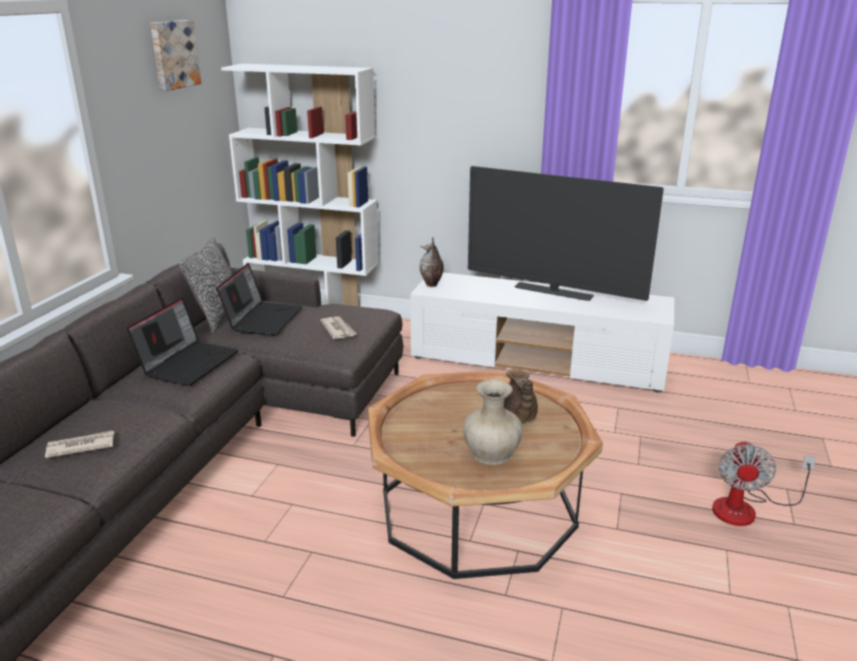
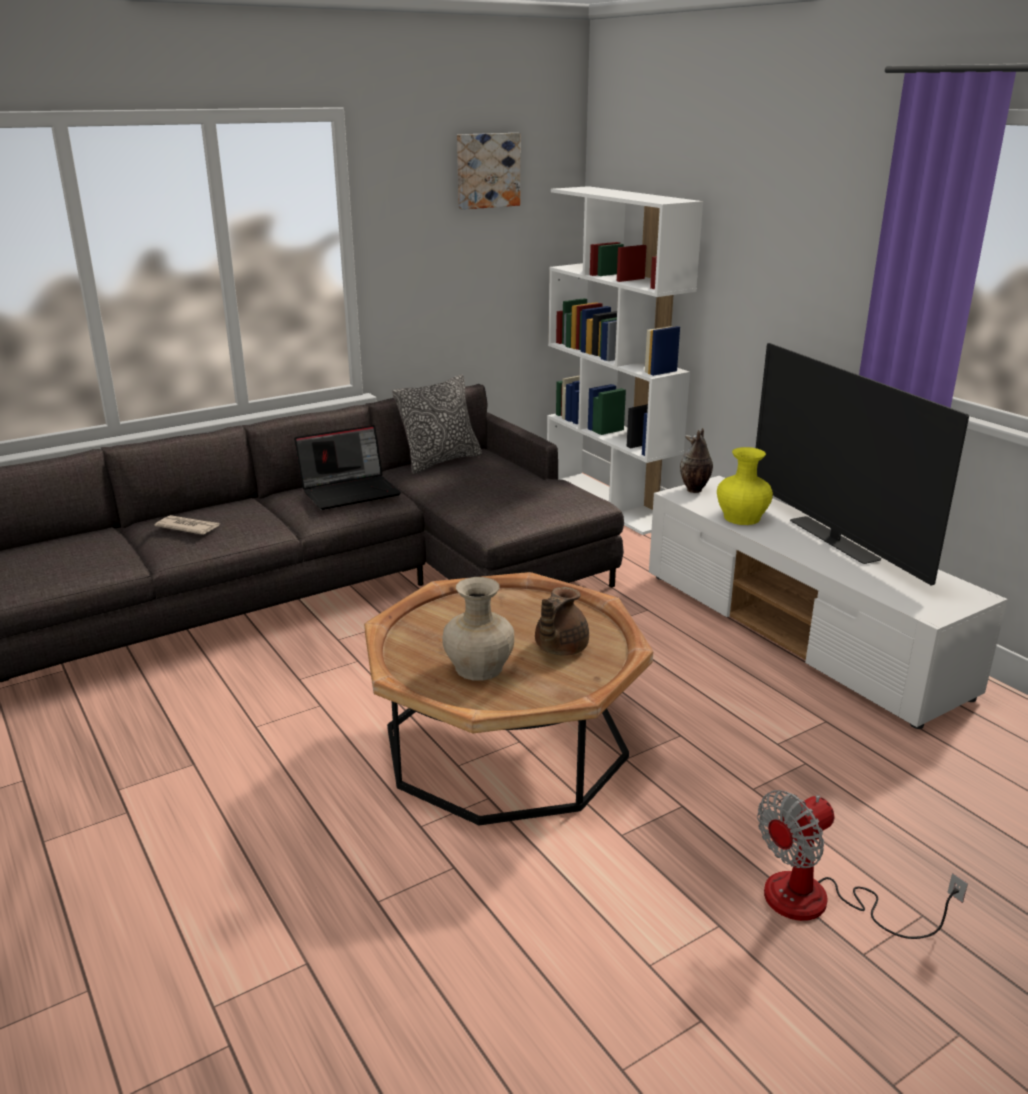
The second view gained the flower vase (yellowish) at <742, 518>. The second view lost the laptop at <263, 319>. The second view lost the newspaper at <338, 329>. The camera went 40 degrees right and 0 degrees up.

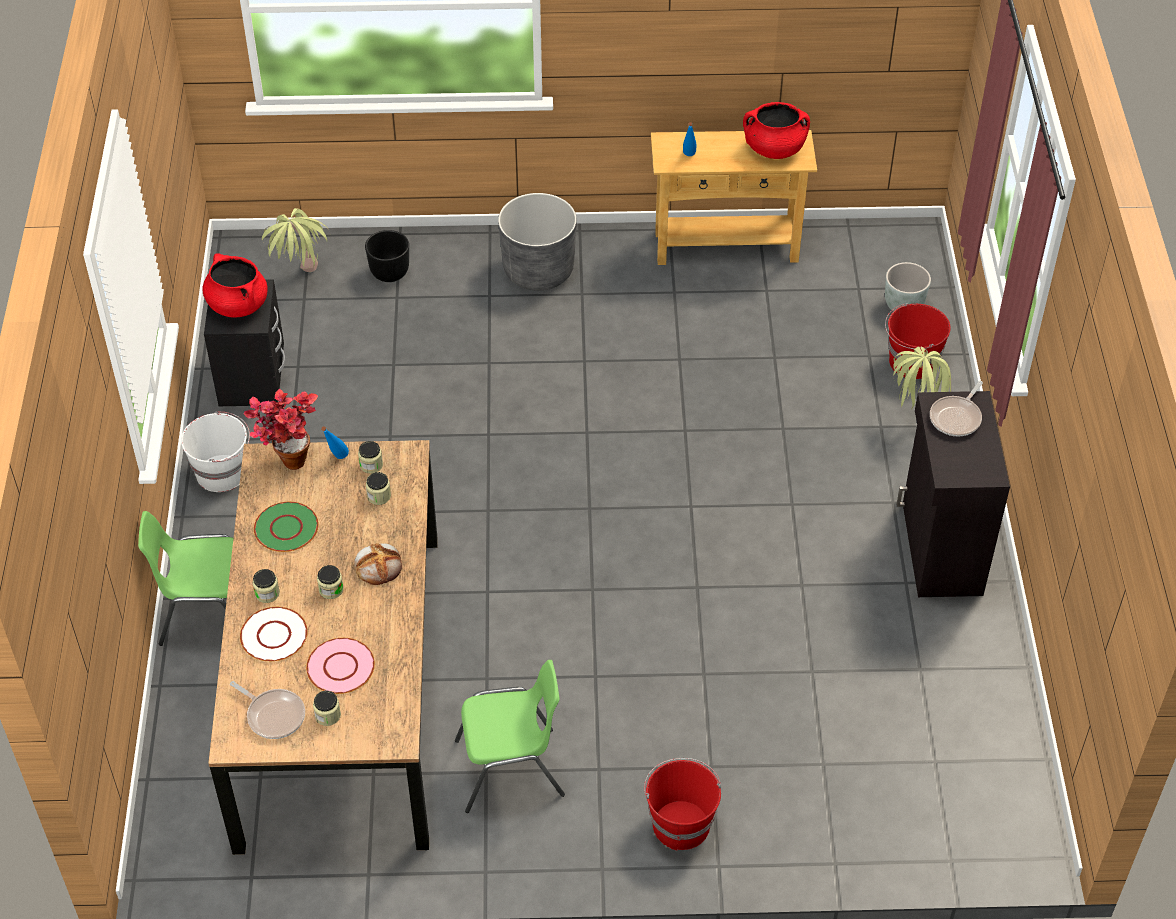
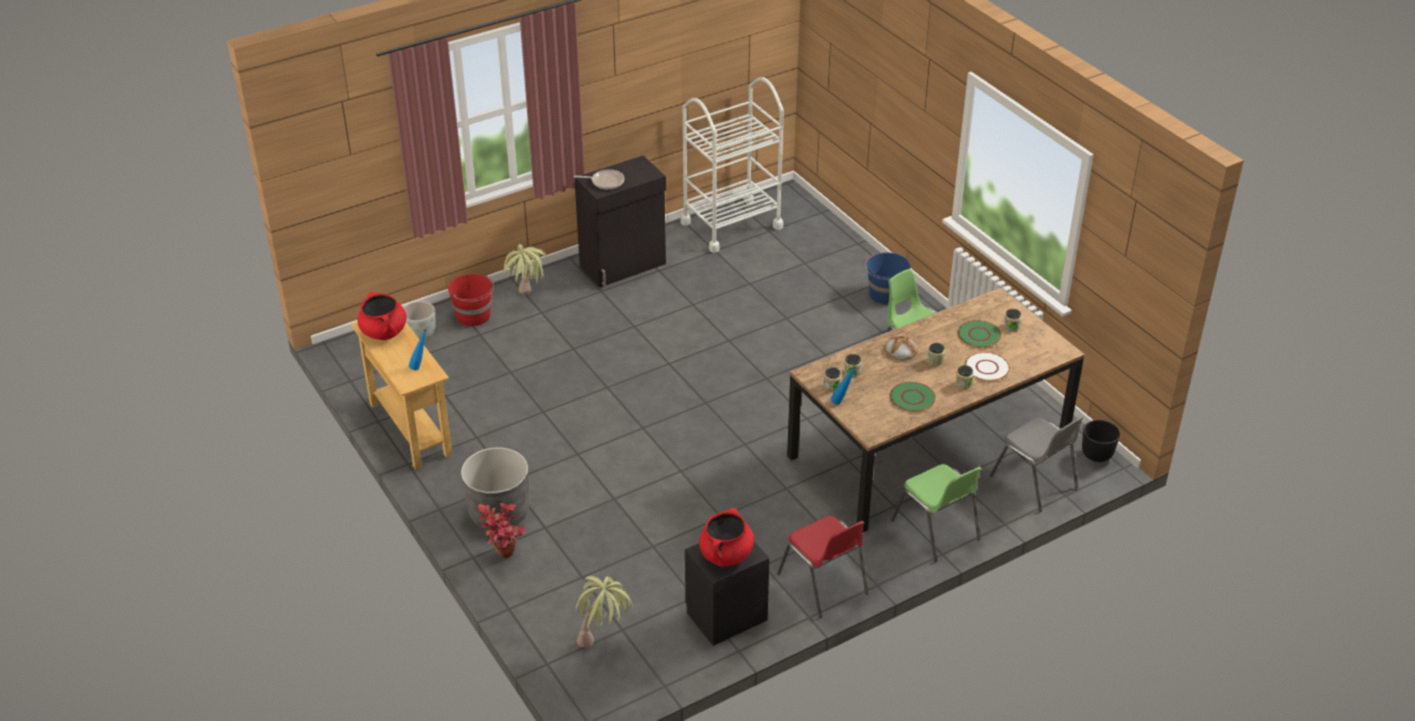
The potted plant ended up elsewhere, having gone from <287, 458> to <504, 557>. The second view gained the wheeled cart (white) at <731, 225>. Where the water bucket (white) stood at <222, 473>, the chair (reddish) came to stand at <823, 585>. What was the water bucket (reddish) at <680, 823> turned into the water bucket (bluish) at <885, 295>. What was the dinner plate (pinkish) at <340, 667> turned into the dinner plate (greenish) at <979, 335>. The second view gained the chair (gray) at <1034, 482>. The planter (black) ended up elsewhere, having gone from <389, 273> to <1097, 455>. The second view lost the skillet at <273, 715>. The camera went 120 degrees left and 10 degrees down.

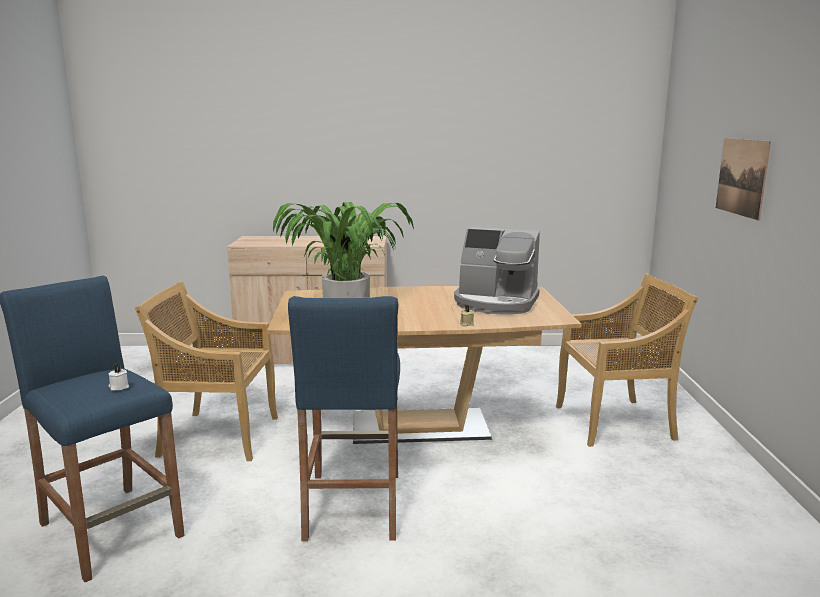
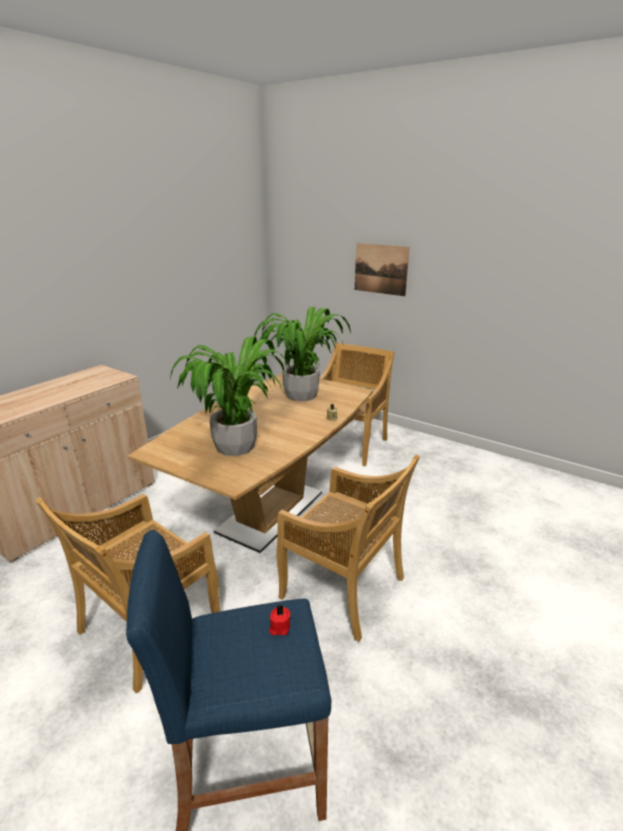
Where the coffee maker stood at <496, 303>, the potted plant came to stand at <301, 395>. What was the wax light (white) at <119, 387> turned into the wax light (reddish) at <279, 628>. Where the stool seat (bluish) stood at <352, 505>, the chair (sand-coloured) came to stand at <344, 589>. The camera went 55 degrees left and 10 degrees up.

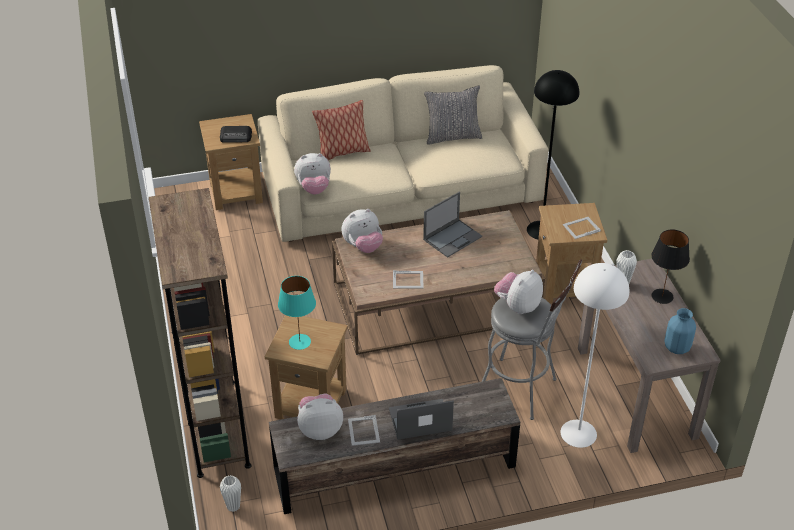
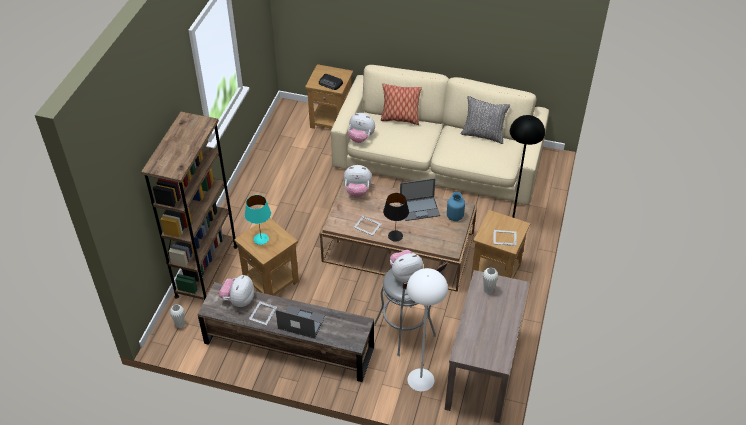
The plush toy at <320, 429> ended up facing another way, 90 degrees counterclockwise from before. The lamp for a table (black) ended up elsewhere, having gone from <662, 296> to <395, 236>. The flower vase (bluish) ended up elsewhere, having gone from <677, 347> to <455, 216>. The camera went 30 degrees right and 5 degrees up.

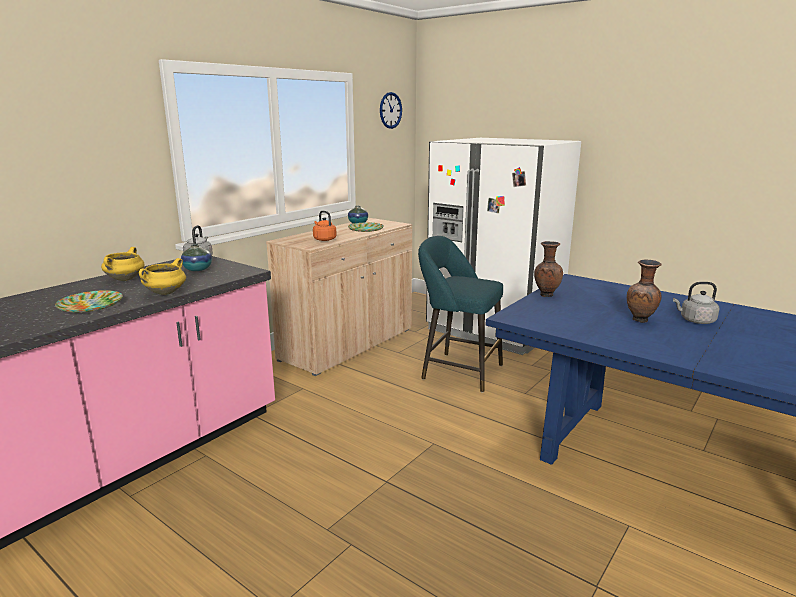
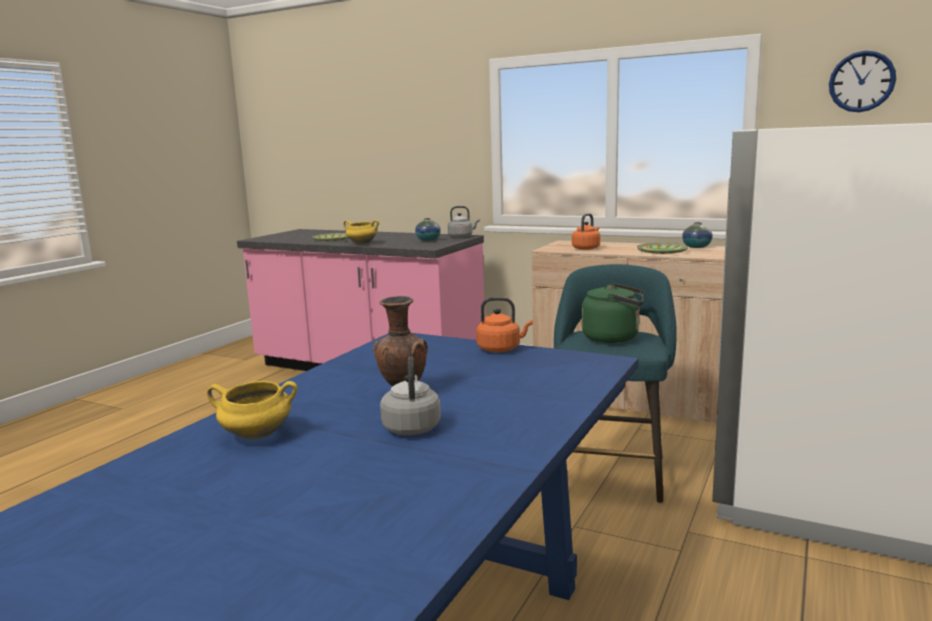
The saucepot (yellowish) ended up elsewhere, having gone from <125, 279> to <255, 435>. Where the flower vase (brownish) stood at <546, 295>, the tea kettle (orange) came to stand at <501, 349>. The second view gained the tea kettle (greenish) at <614, 338>. The camera went 80 degrees right and 5 degrees down.

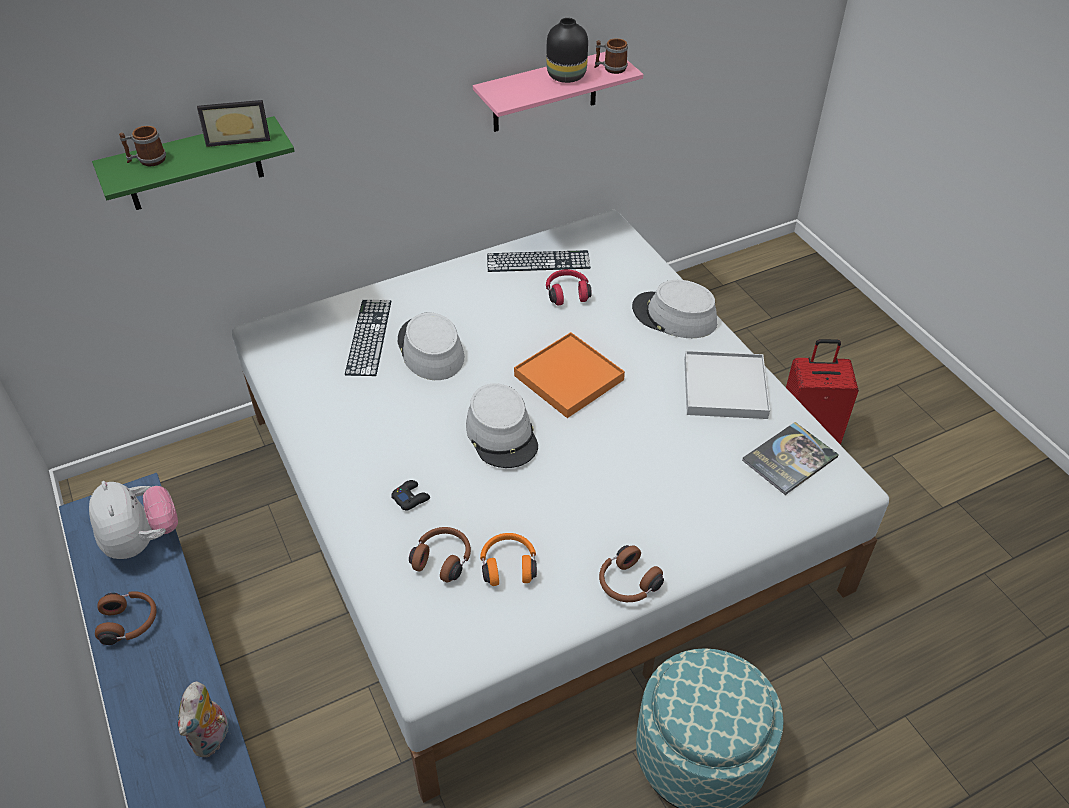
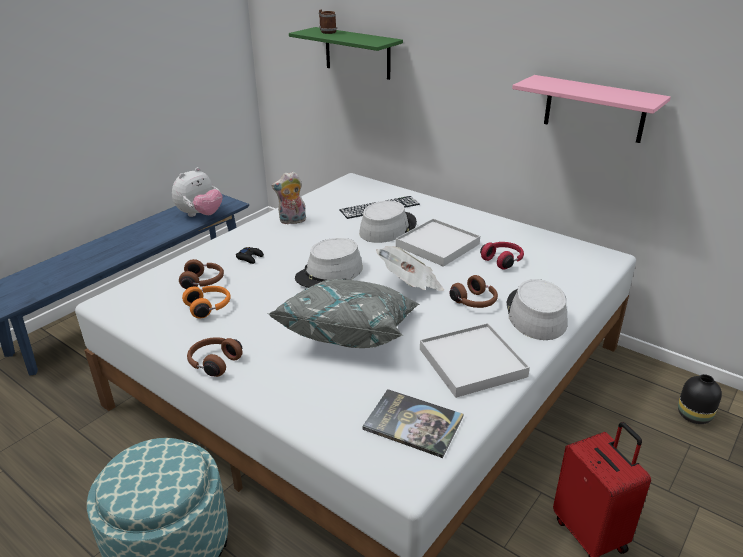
The second view gained the pillow (gray) at <350, 332>. The plush toy ended up elsewhere, having gone from <213, 738> to <292, 221>. Where the serving tray (orange) stood at <569, 377>, the newspaper came to stand at <410, 284>. The second view gained the serving tray (white) at <437, 245>. The headphones (brownish) ended up elsewhere, having gone from <130, 623> to <475, 302>. The flower vase (black) ended up elsewhere, having gone from <565, 76> to <692, 415>. The second view lost the standing frame at <238, 138>. The second view lost the keyboard at <538, 261>. The second view lost the mug at <610, 68>. The camera went 65 degrees right and 15 degrees down.

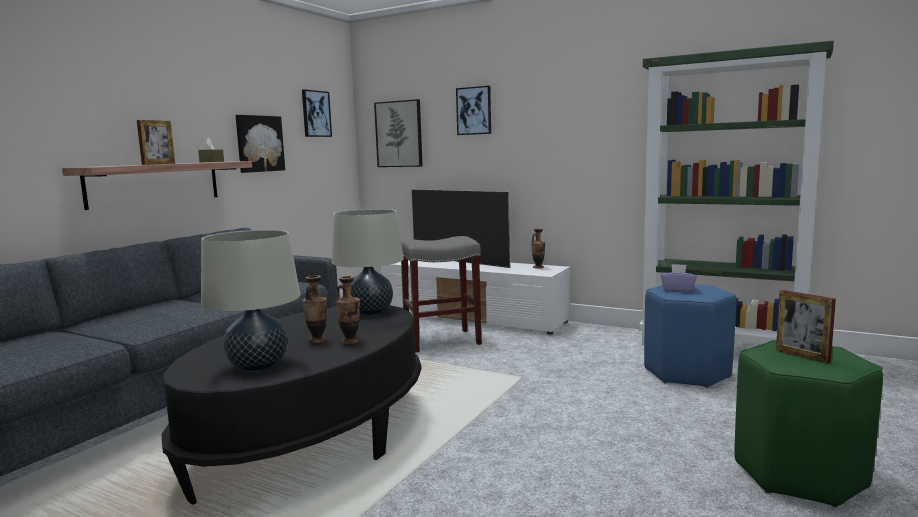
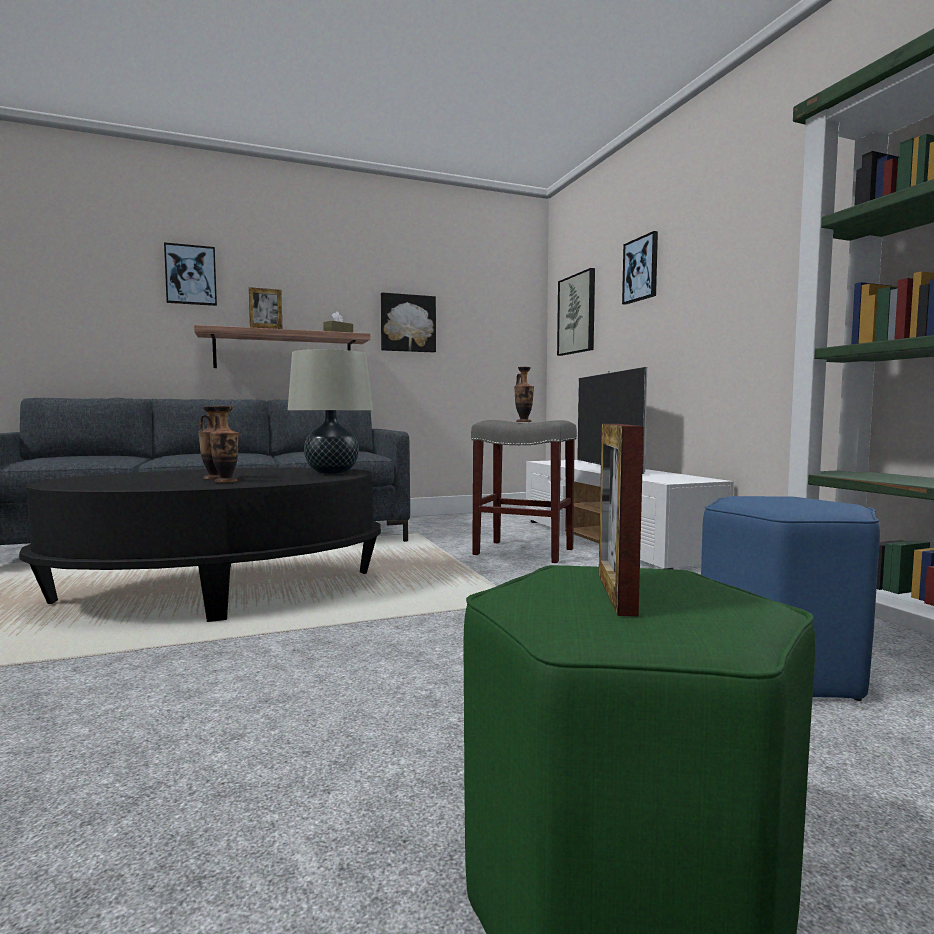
The wall picture ended up elsewhere, having gone from <316, 114> to <191, 275>. The flower vase ended up elsewhere, having gone from <538, 267> to <523, 422>. The second view lost the lamp for a table (sand-coloured) at <258, 366>. The second view lost the tissue holder (purple) at <678, 290>. The camera went 40 degrees right and 5 degrees down.

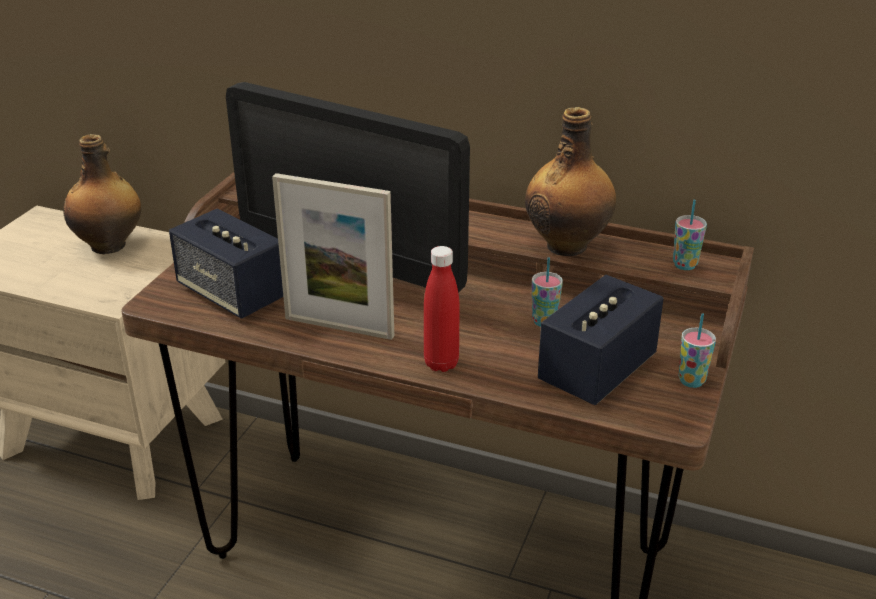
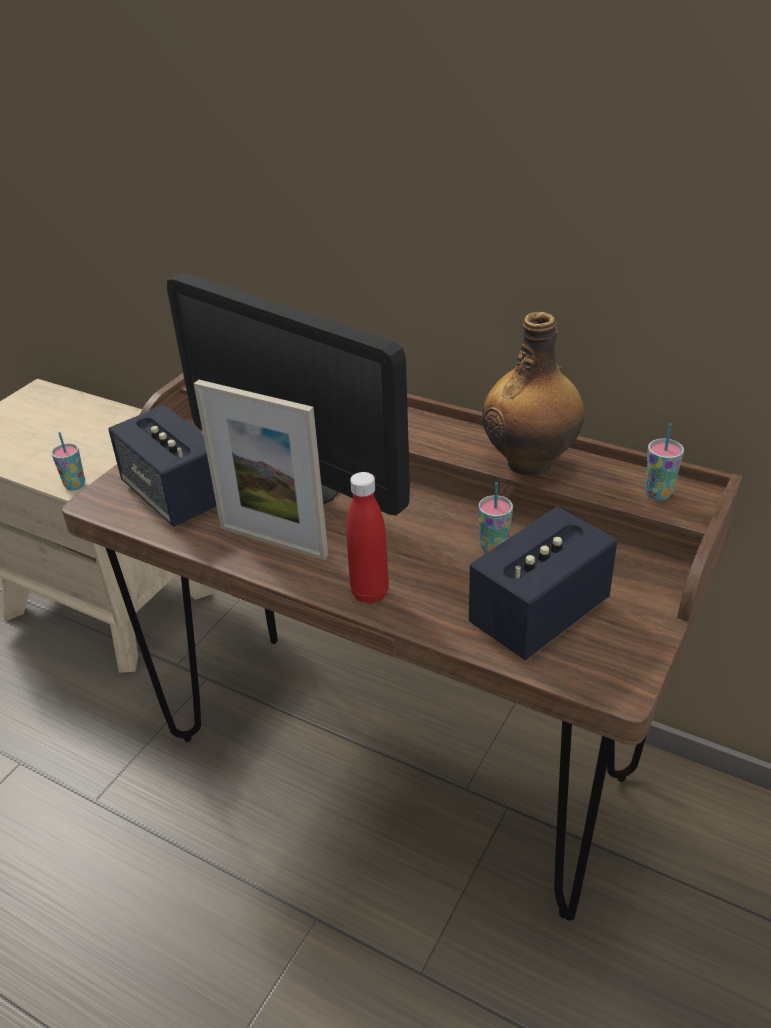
The drinking cup ended up elsewhere, having gone from <691, 381> to <75, 485>. The second view lost the beverage bottle at <110, 245>. The camera went 10 degrees right and 5 degrees up.

